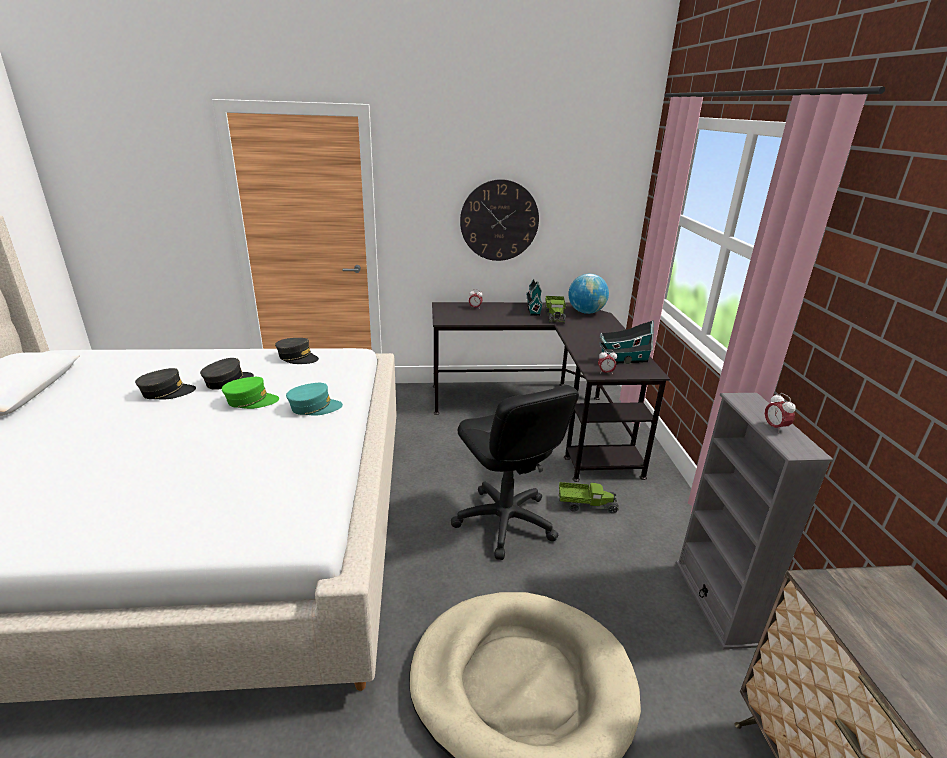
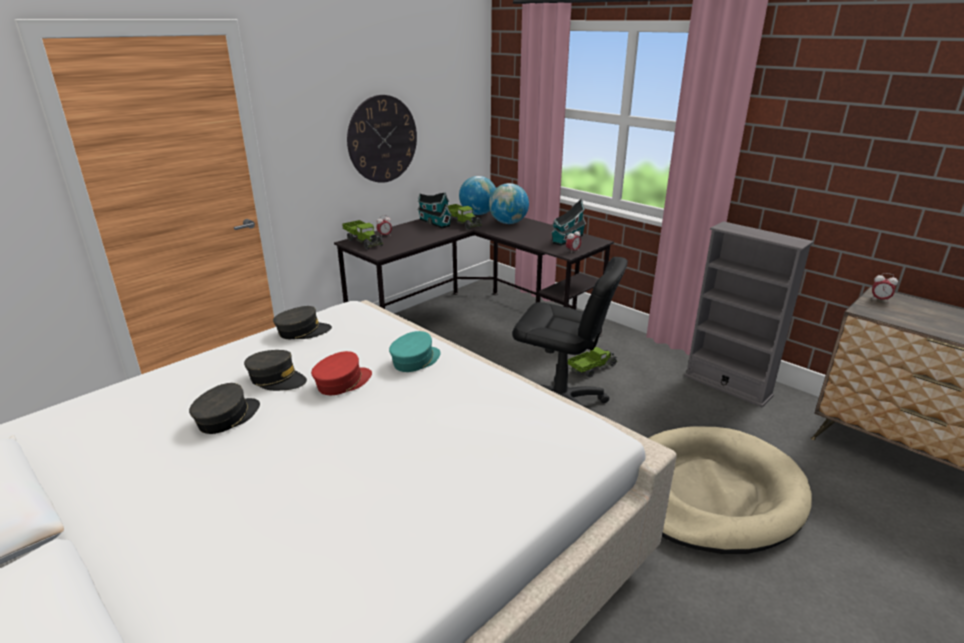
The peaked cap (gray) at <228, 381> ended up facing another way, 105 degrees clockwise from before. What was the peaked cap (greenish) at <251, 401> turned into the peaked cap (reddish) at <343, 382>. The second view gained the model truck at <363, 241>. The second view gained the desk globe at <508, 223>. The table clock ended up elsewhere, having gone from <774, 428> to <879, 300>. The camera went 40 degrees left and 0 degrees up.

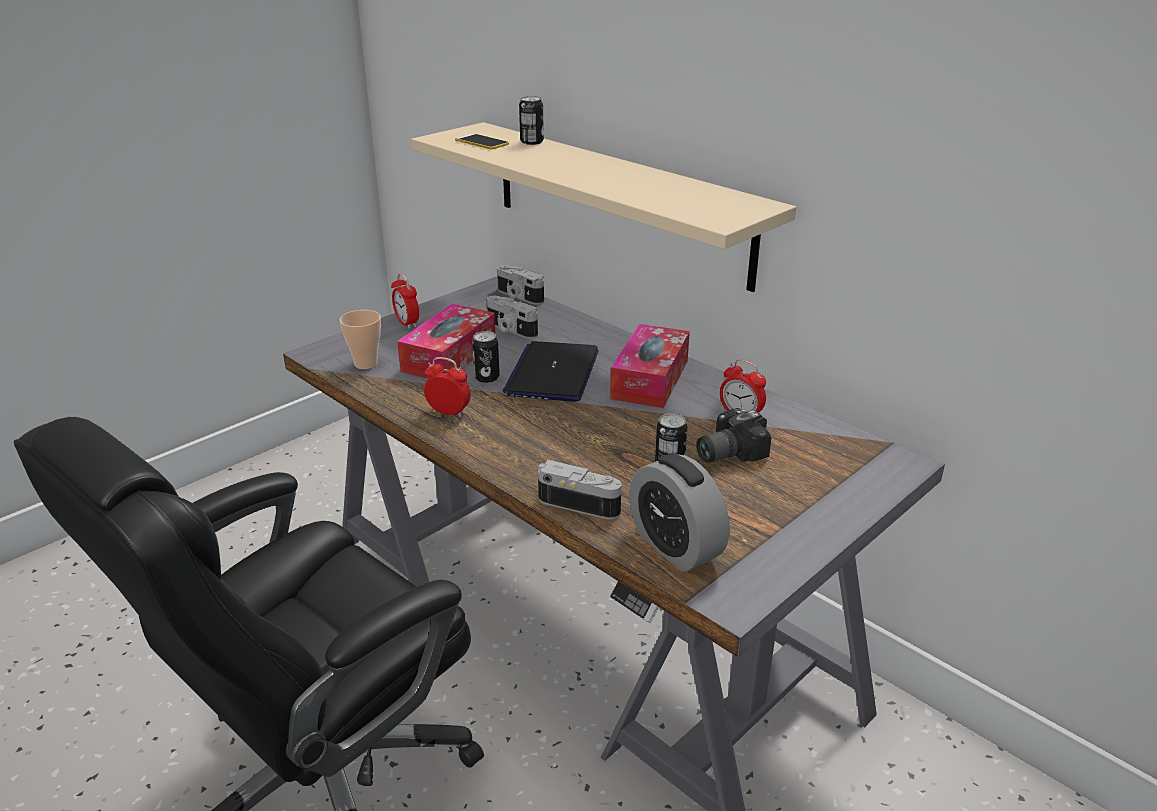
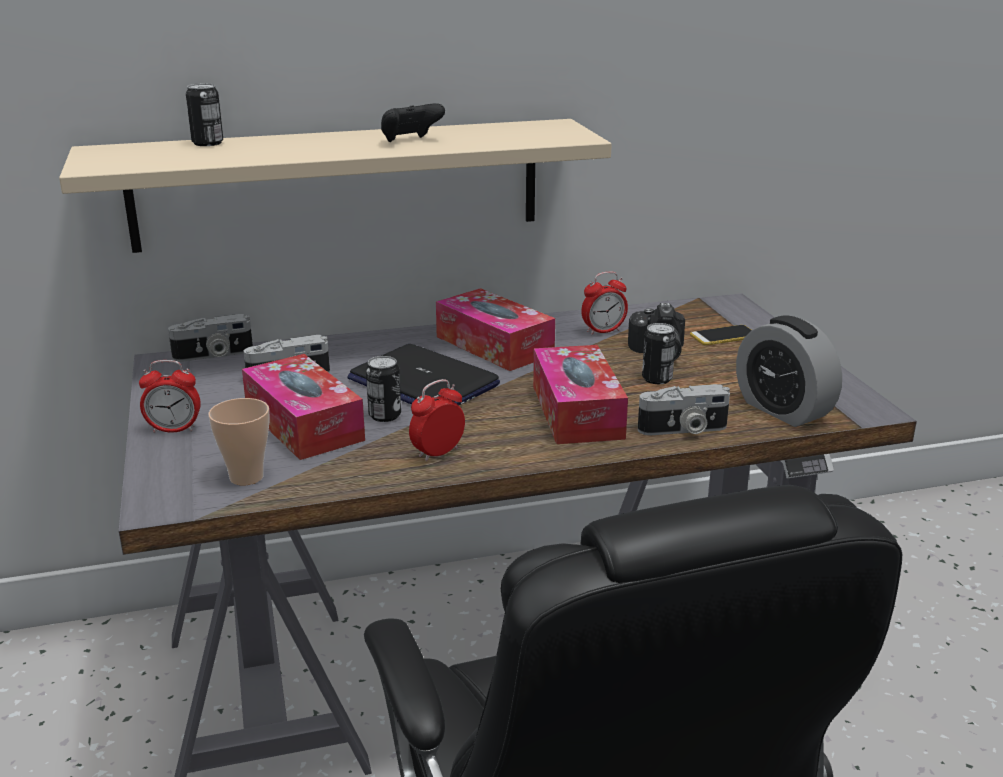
The second view gained the gamepad (black) at <410, 141>. The second view gained the tissue holder at <577, 411>. The photo camera at <580, 503> ended up facing another way, 150 degrees counterclockwise from before. The phone ended up elsewhere, having gone from <481, 142> to <724, 336>. The table clock at <675, 546> ended up facing another way, 60 degrees clockwise from before. The camera went 60 degrees left and 5 degrees down.

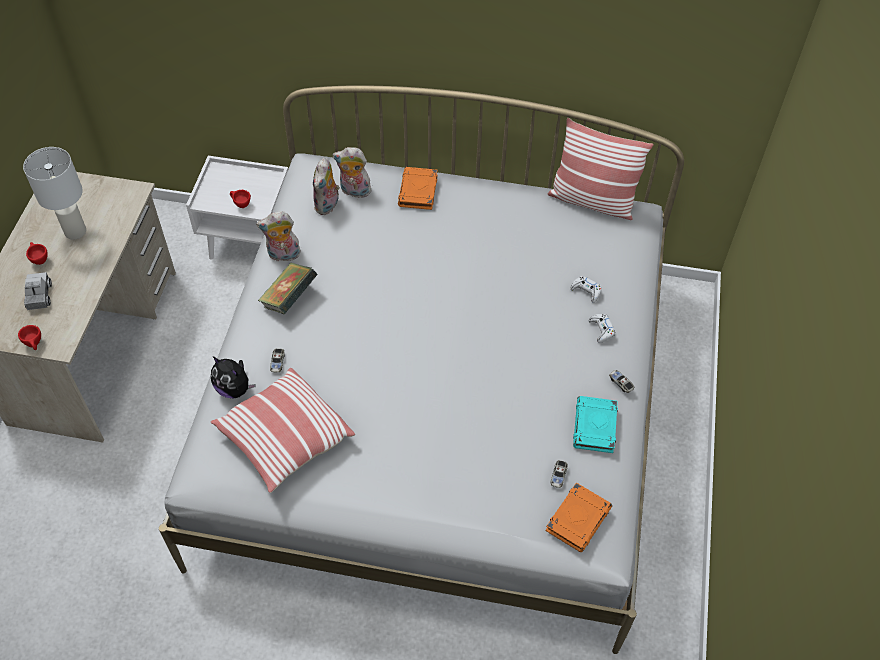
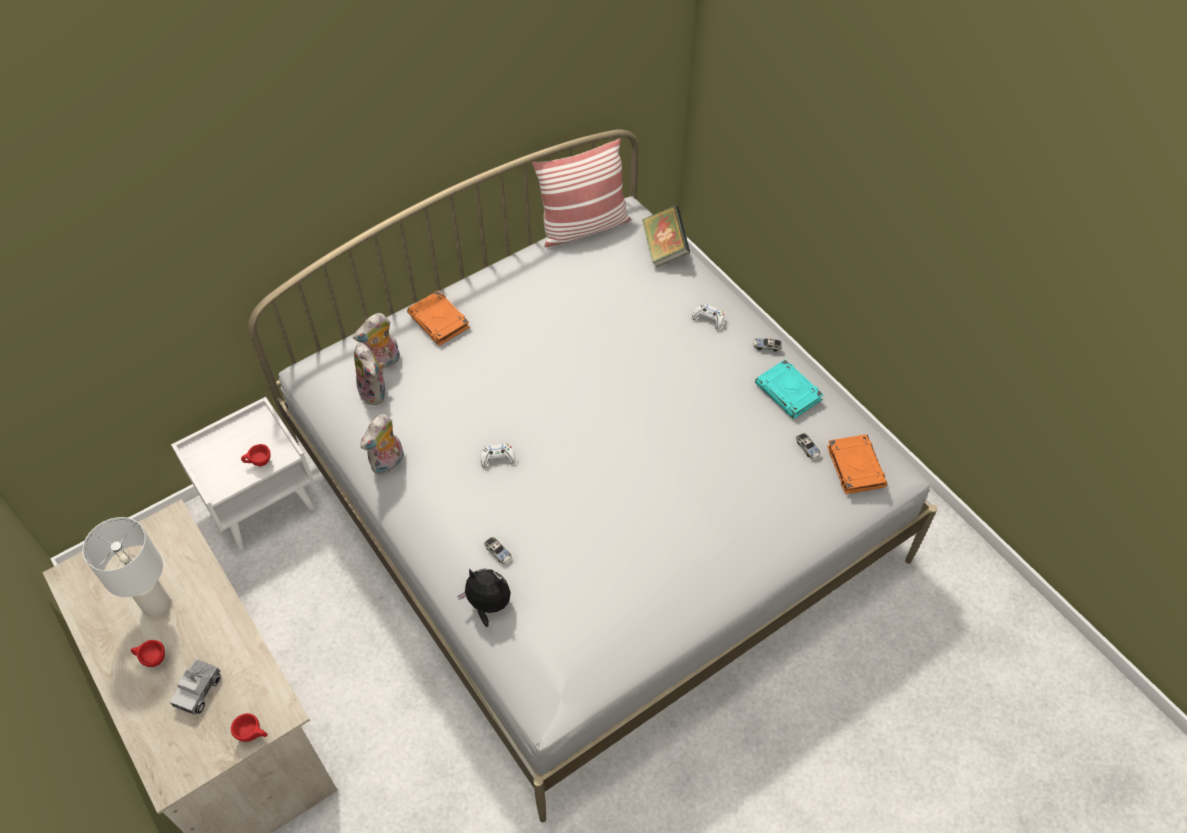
The model truck at <39, 296> ended up facing another way, 105 degrees counterclockwise from before. The plush toy at <234, 389> ended up facing another way, 150 degrees counterclockwise from before. The gamepad (white) ended up elsewhere, having gone from <586, 291> to <497, 458>. The volume ended up elsewhere, having gone from <289, 299> to <664, 248>. The second view lost the pillow at <284, 438>. The camera went 45 degrees left and 0 degrees up.

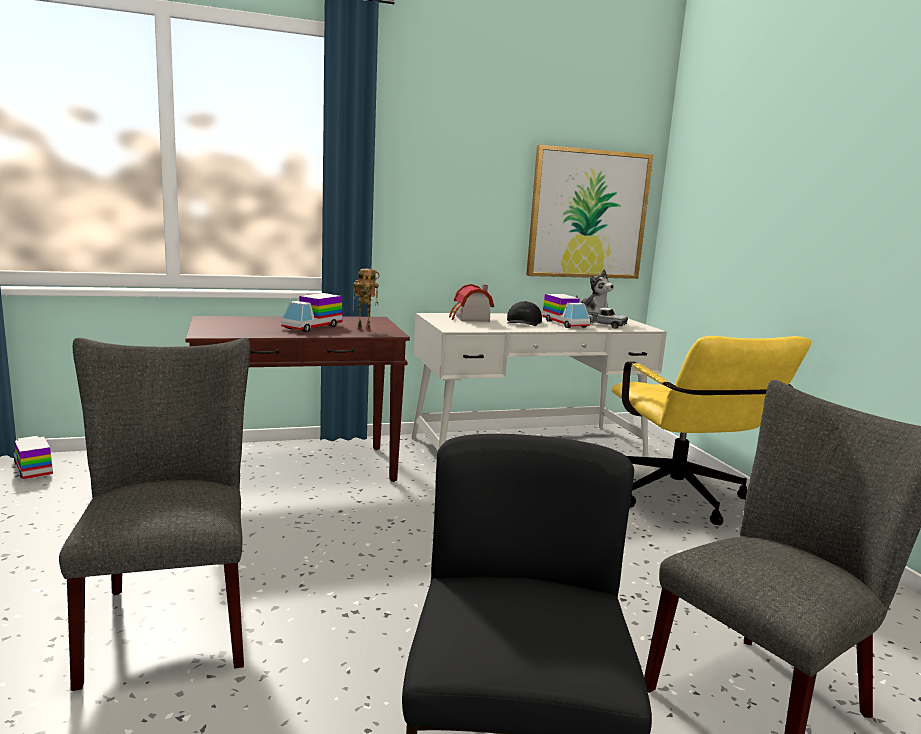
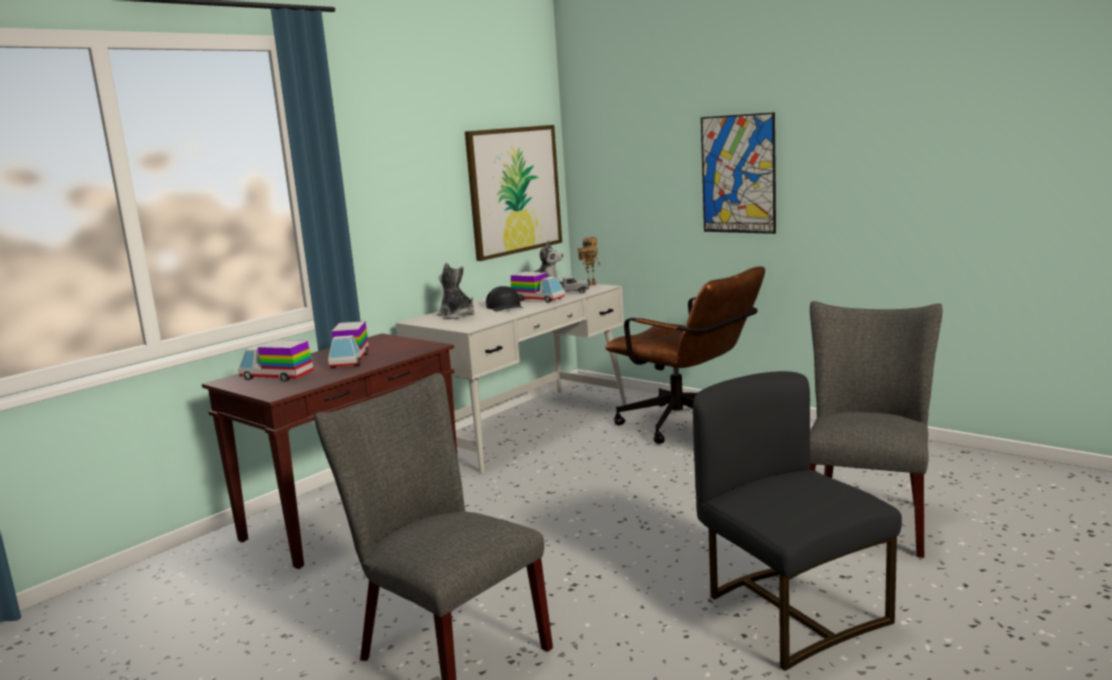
The model truck ended up elsewhere, having gone from <33, 469> to <277, 376>. Where the toy house stood at <470, 319>, the plush toy came to stand at <457, 315>. The model robot ended up elsewhere, having gone from <365, 329> to <591, 285>. What was the office chair (yellowish) at <682, 500> turned into the office chair (brownish) at <688, 426>. The second view gained the wall picture at <738, 174>. The camera went 30 degrees left and 0 degrees up.

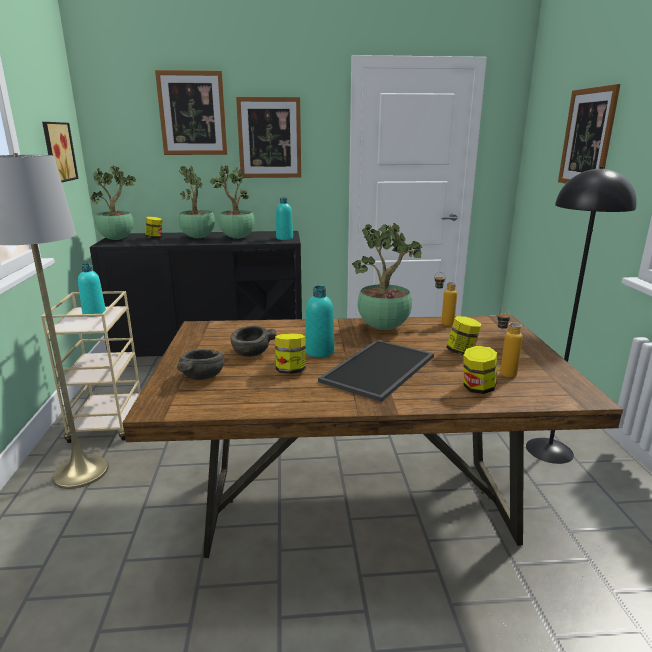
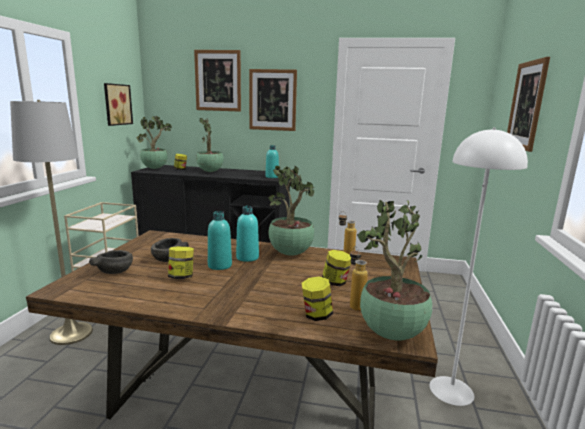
The beverage bottle (blue-green) ended up elsewhere, having gone from <94, 313> to <247, 257>. The potted plant ended up elsewhere, having gone from <237, 238> to <390, 335>. What was the standard lamp (black) at <549, 450> turned into the standard lamp (white) at <451, 390>. The second view lost the serving tray at <380, 369>. The camera went 15 degrees right and 5 degrees down.

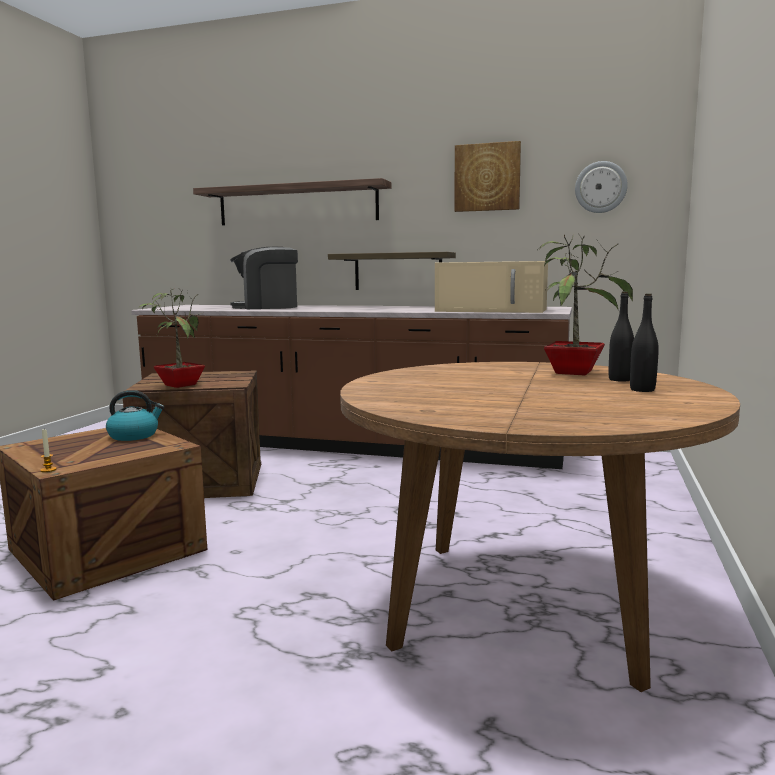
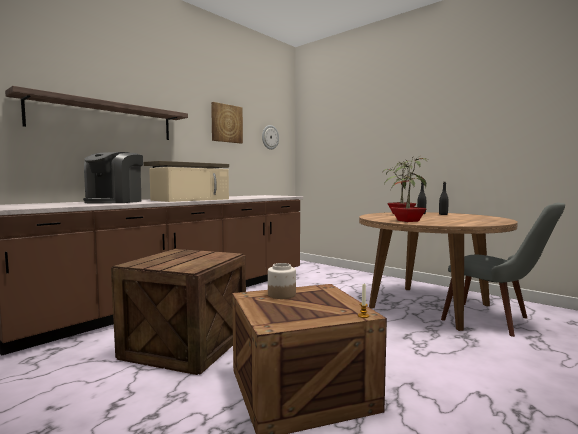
The microwave (sand-coloured) ended up elsewhere, having gone from <493, 310> to <191, 199>. Where the tea kettle stood at <134, 435>, the storage jar came to stand at <281, 295>. The potted plant ended up elsewhere, having gone from <179, 385> to <406, 221>. The second view gained the chair (gray) at <497, 321>. The camera went 65 degrees left and 5 degrees down.

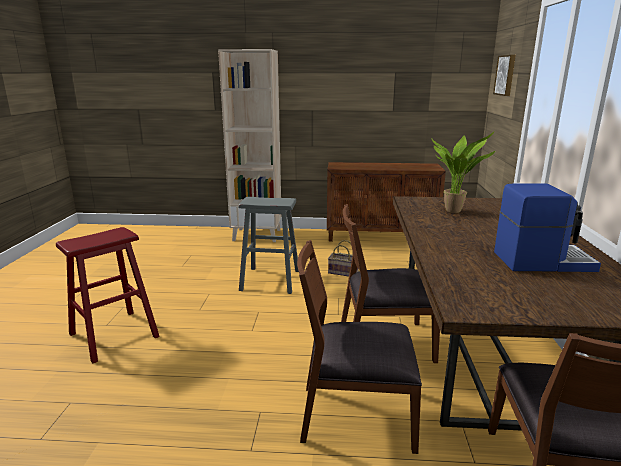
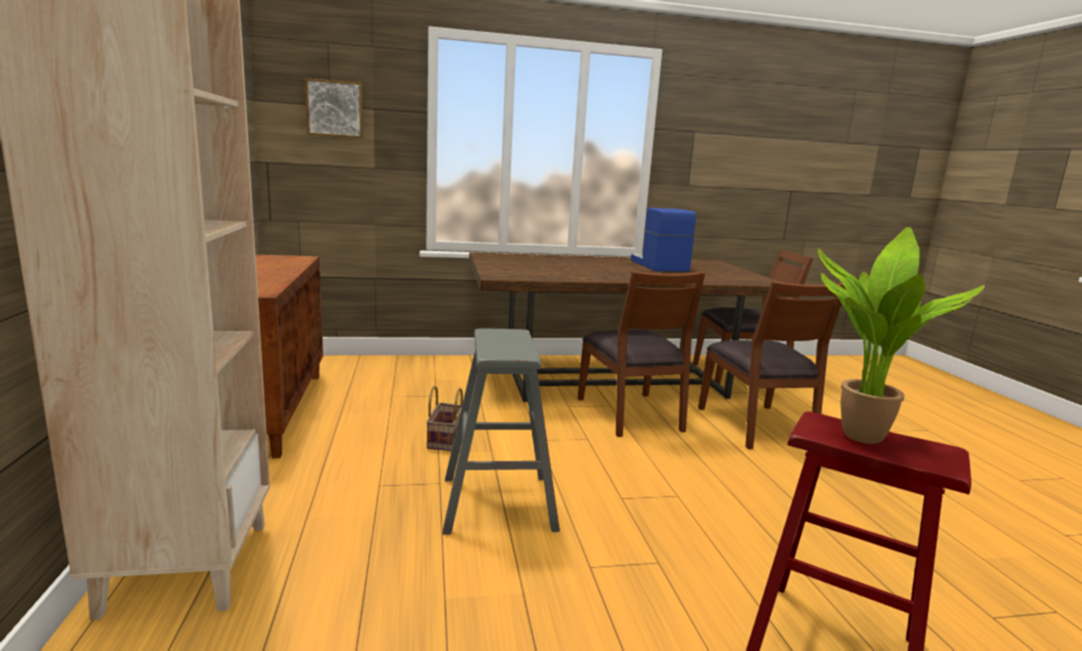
The potted plant ended up elsewhere, having gone from <455, 211> to <855, 435>. The camera went 105 degrees left and 5 degrees down.

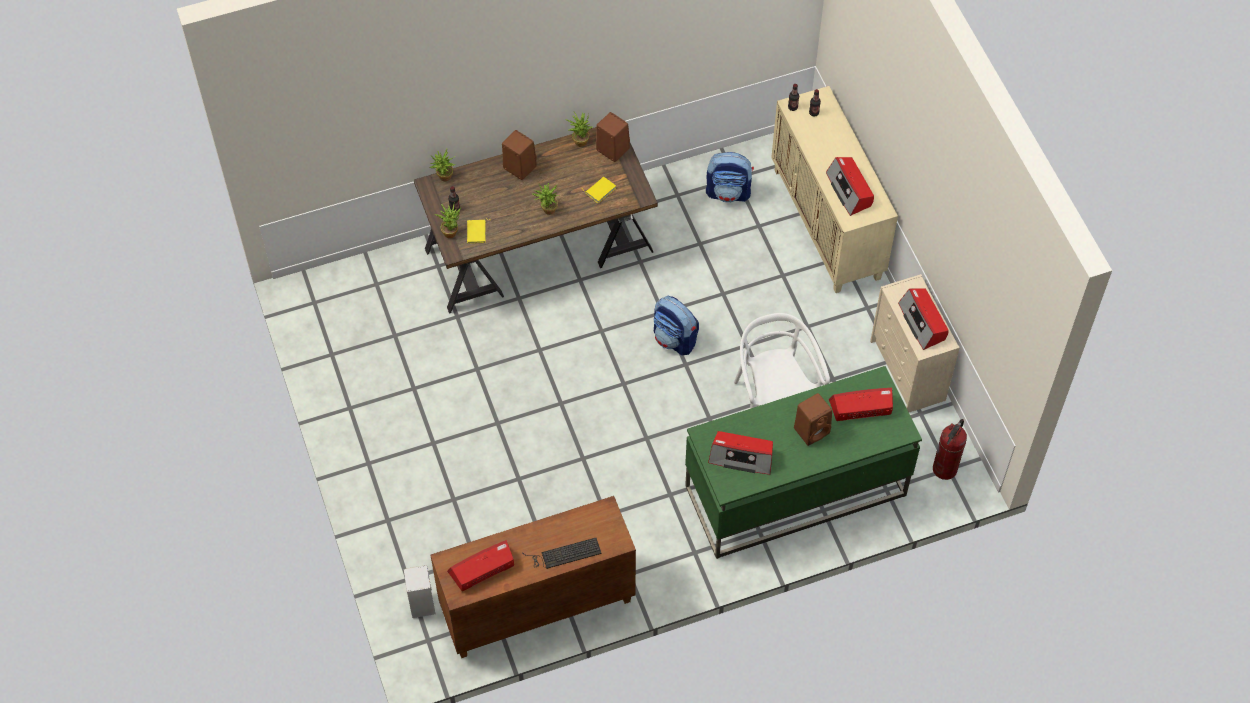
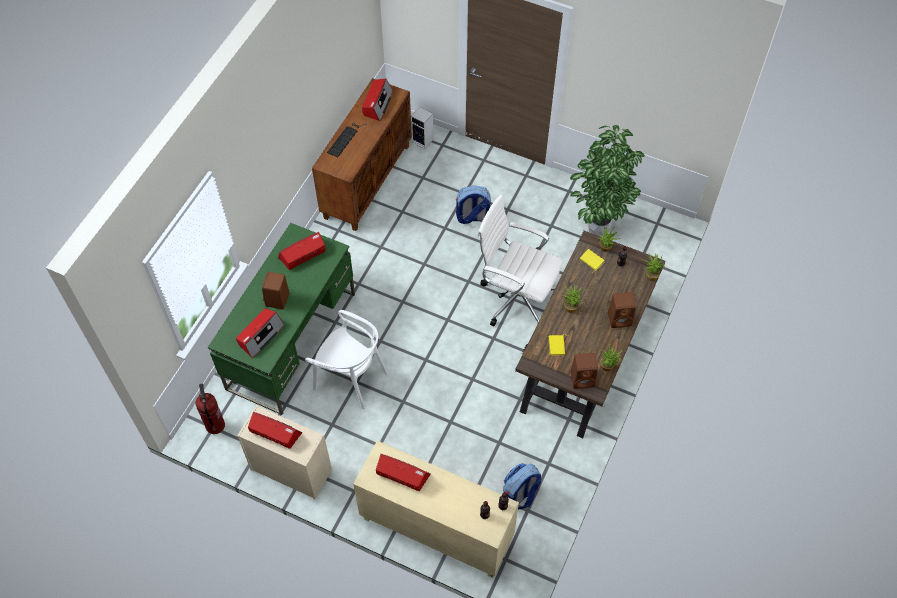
The backpack ended up elsewhere, having gone from <675, 339> to <472, 217>. The second view gained the office chair (white) at <516, 297>. The second view gained the potted plant at <597, 232>. The camera went 135 degrees right and 0 degrees up.

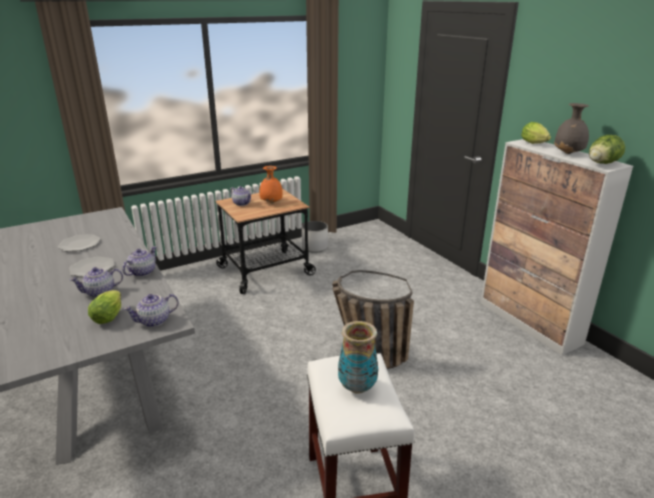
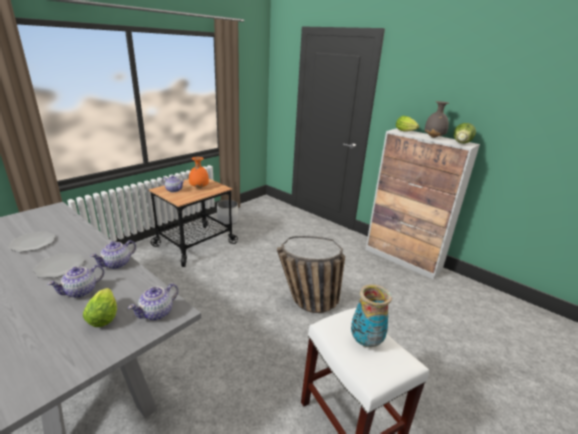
The tea pot at <142, 272> ended up facing another way, 150 degrees counterclockwise from before. The camera went 20 degrees left and 0 degrees up.

